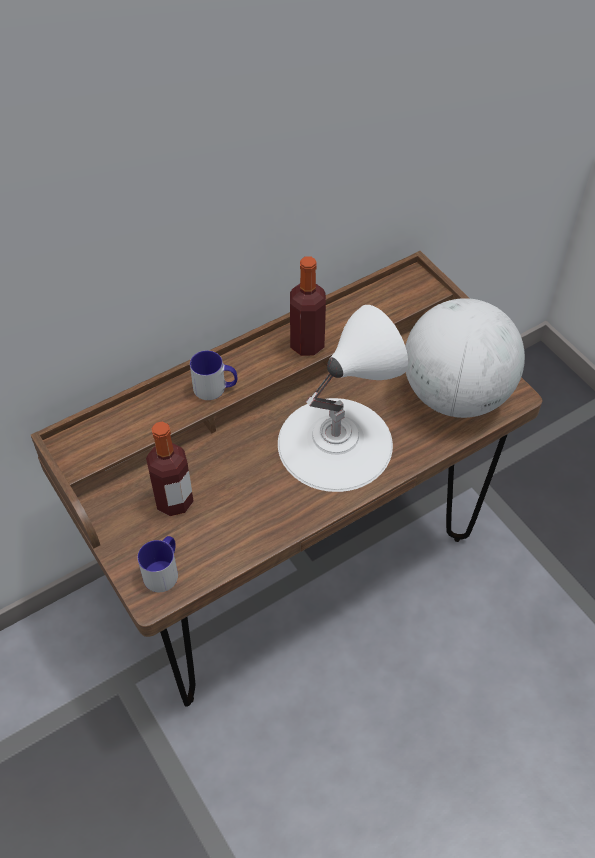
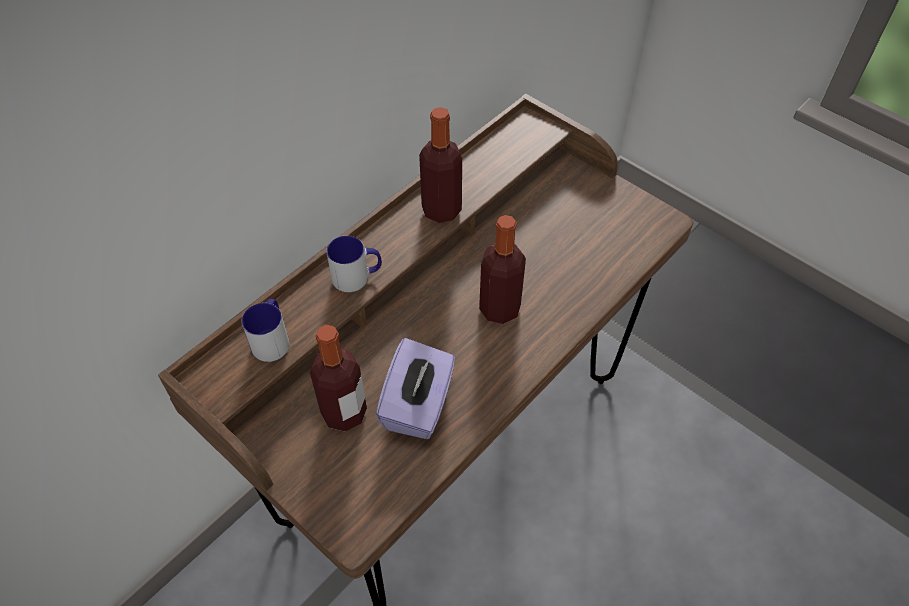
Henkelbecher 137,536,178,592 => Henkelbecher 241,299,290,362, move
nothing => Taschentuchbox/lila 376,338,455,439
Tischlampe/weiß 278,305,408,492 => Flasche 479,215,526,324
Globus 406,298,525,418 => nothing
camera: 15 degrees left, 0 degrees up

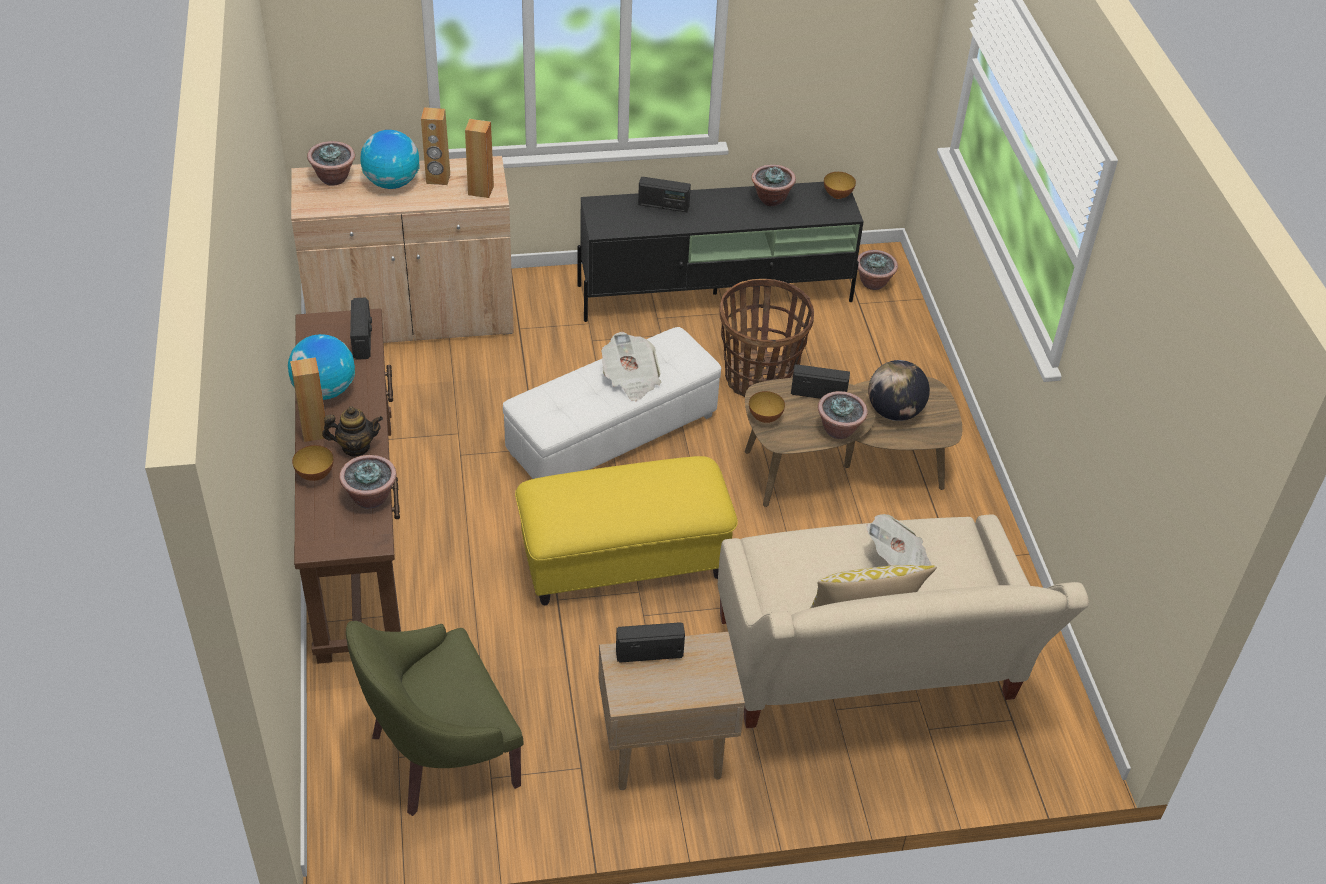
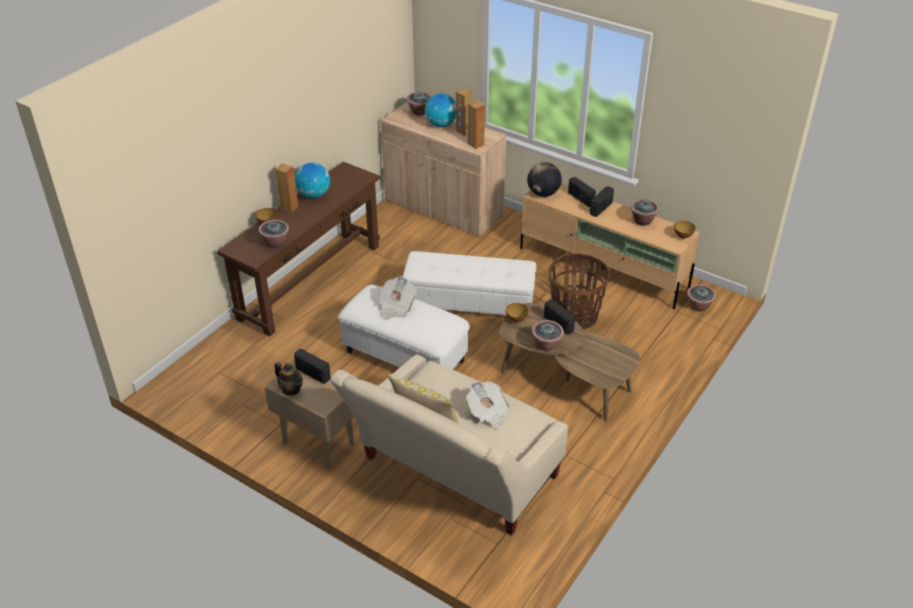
Teekanne 322,407,383,456 => Teekanne 274,362,303,395, move
Polsterhocker/gelb 515,456,738,605 => Polsterhocker/weiß 338,285,470,369
Zeitung 602,332,662,401 => Zeitung 378,276,417,319, move
Fernsehschrank/schwarz 577,182,864,322 => Fernsehschrank/beige 520,183,700,309
Globus 868,360,930,421 => Globus 527,162,562,197, move
Radio 350,297,372,360 => Radio 590,186,614,217, move
Sessel/grün 346,621,524,816 => nothing
camera: 45 degrees right, 5 degrees down

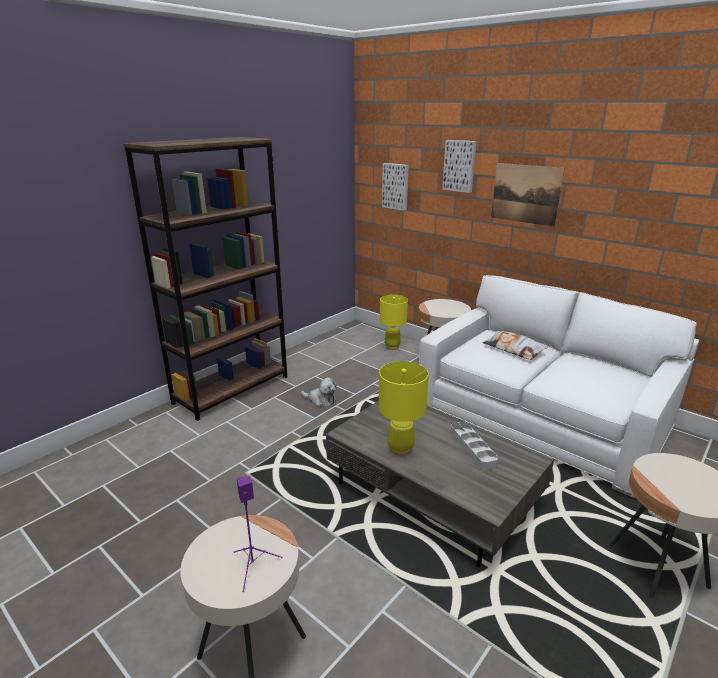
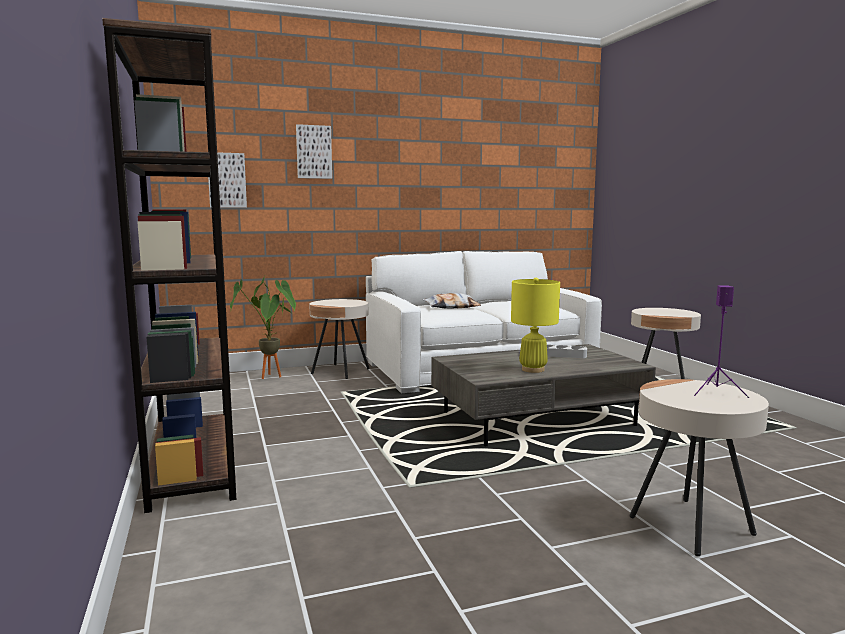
Tischlampe/gelb 380,295,408,350 => Topfpflanze 230,276,296,379
Plüschtier 301,377,336,407 => nothing
Bild 491,163,565,227 => nothing
camera: 60 degrees left, 15 degrees down

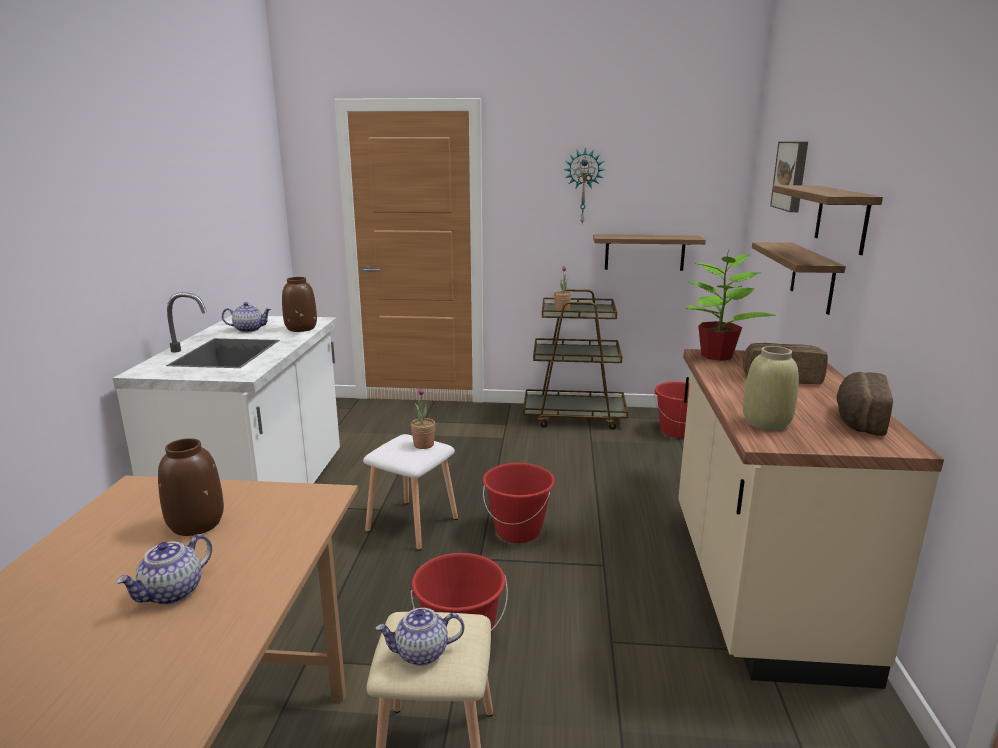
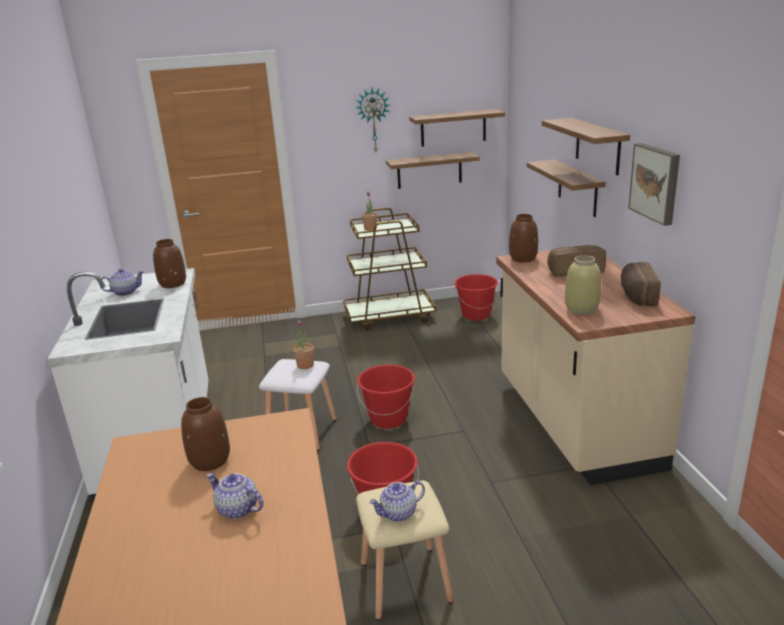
Teekanne 116,534,212,605 => Teekanne 207,473,263,519, 105 degrees clockwise
nothing => Wandregal 409,109,505,147
Topfpflanze 685,247,776,361 => Vase/braun 509,214,538,262
Bild 770,142,808,212 => Bild 628,143,680,226, move
camera: 15 degrees left, 5 degrees up

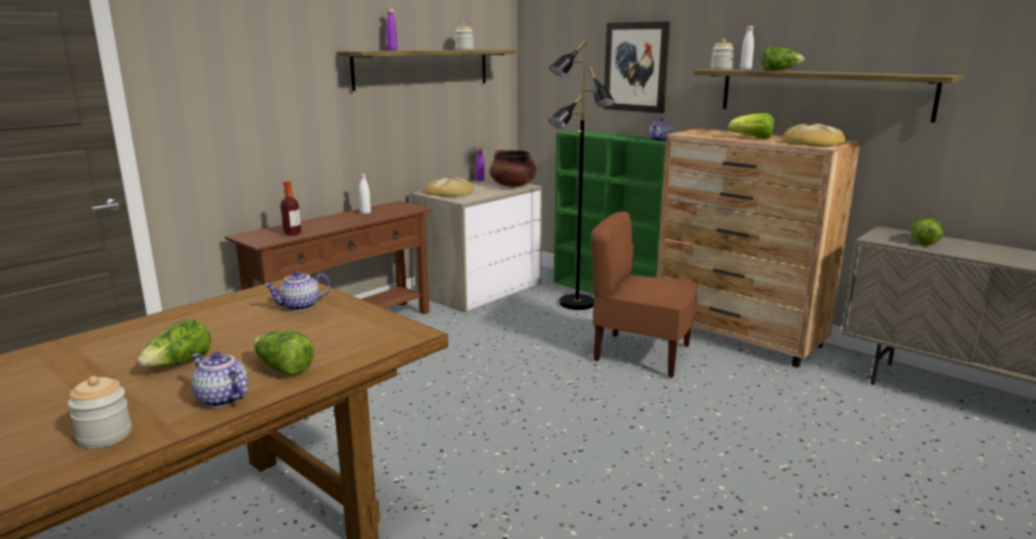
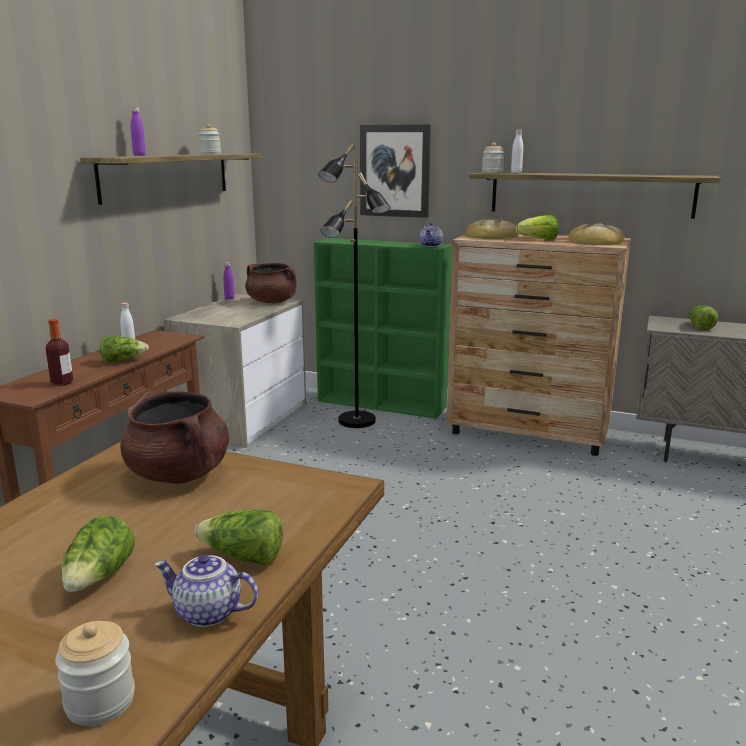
Salatkopf 761,47,804,71 => Salatkopf 100,336,149,363, move
Teekanne 264,270,331,311 => Kochtopf/braun 120,391,229,484
Brot 426,178,474,196 => Brot 466,219,519,239, move
Stuhl/braun 591,211,698,378 => nothing
camera: 20 degrees left, 0 degrees up

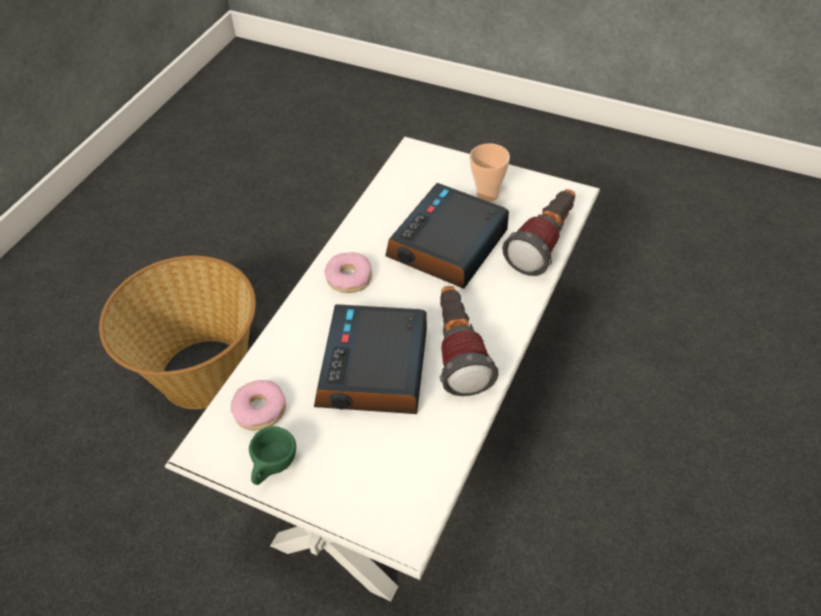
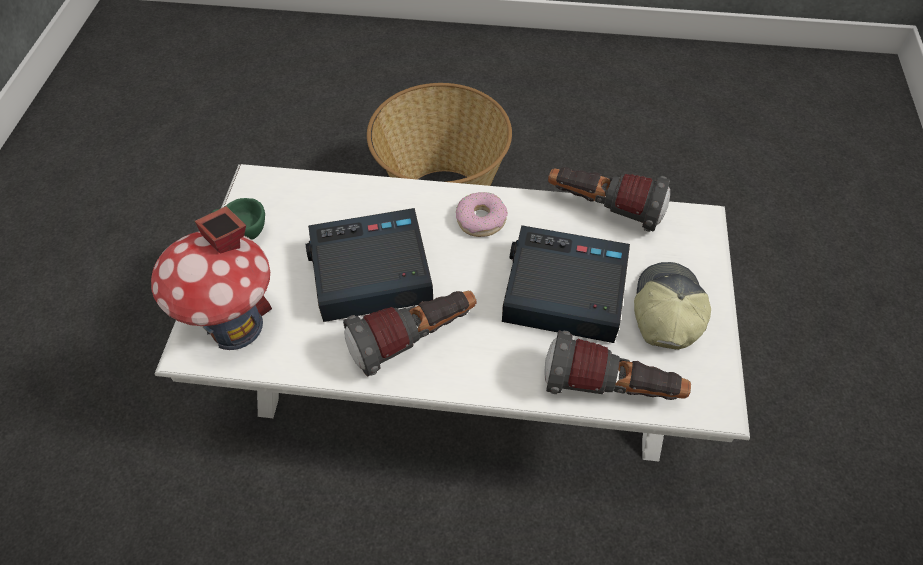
nothing => Spielzeughaus 151,206,272,350
nothing => Taschenlampe 548,167,670,232
Tasse 470,143,510,202 => Kappe 634,262,711,350
Donut 231,380,286,431 => nothing
camera: 70 degrees right, 5 degrees up

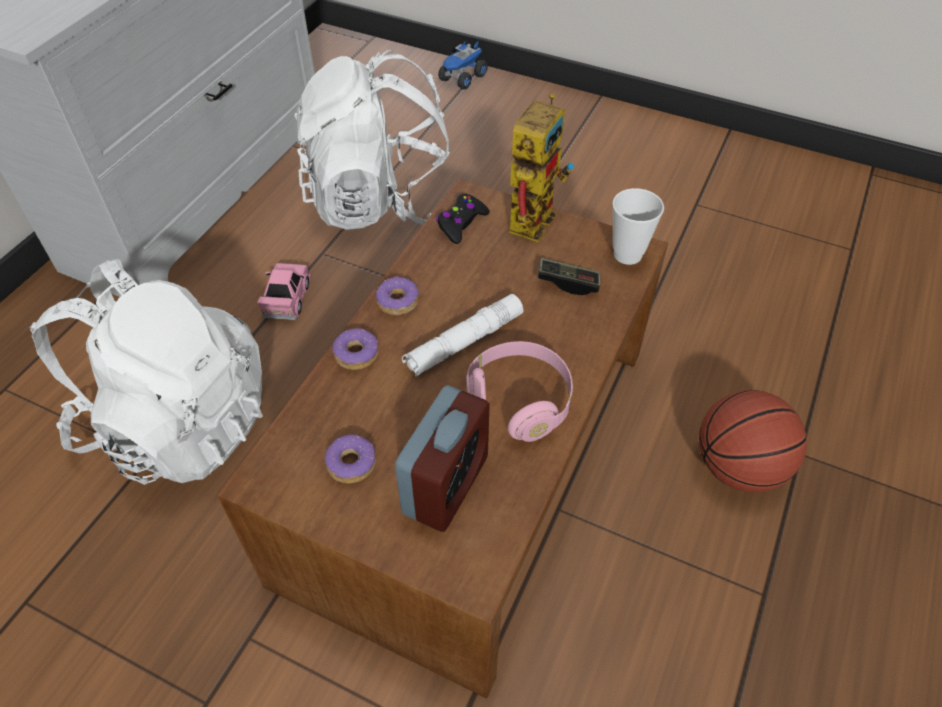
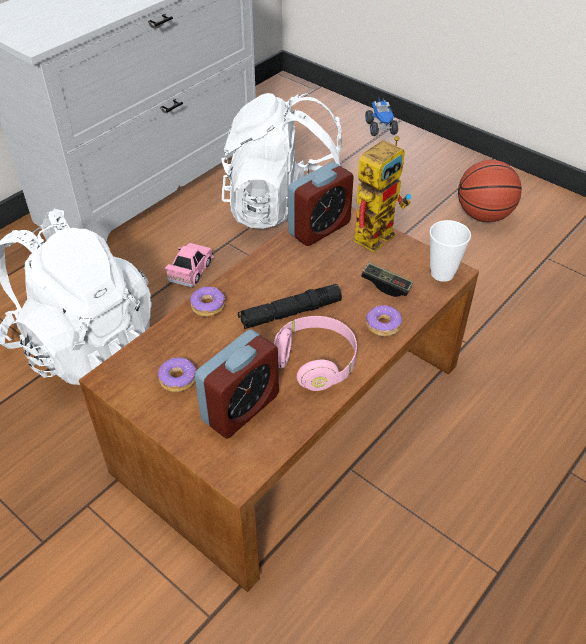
Taschenlampe/weiß 402,294,524,377 => Taschenlampe/schwarz 238,284,342,329
Gamepad/schwarz 436,193,490,244 => Wecker 288,162,354,246
Spielzeuglaster 438,40,488,89 => Spielzeuglaster 365,97,398,136, 60 degrees counterclockwise
Donut 375,276,419,316 => Donut 366,305,402,336, move
Basketball 699,390,807,492 => Basketball 458,160,522,222, move
camera: 15 degrees right, 5 degrees down

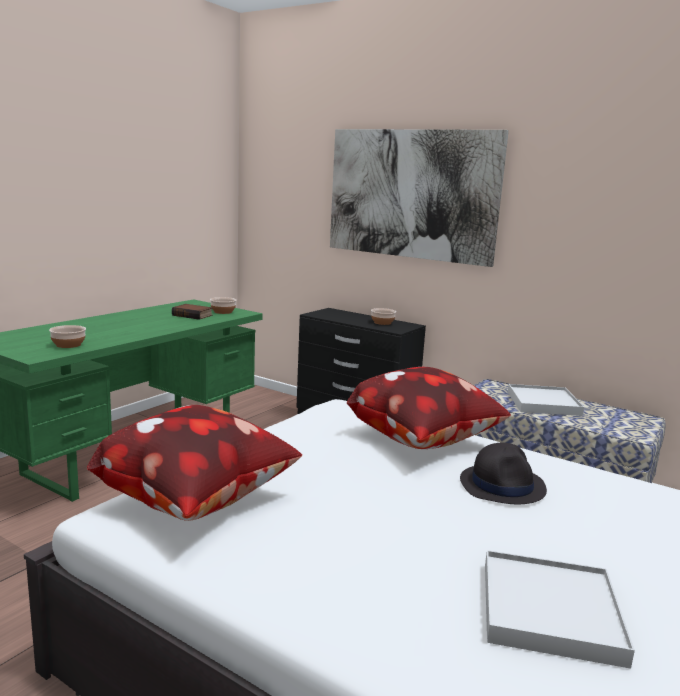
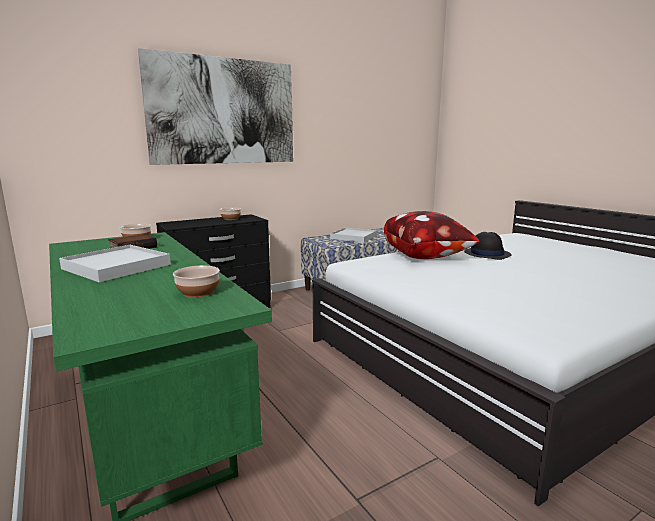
Tablett/weiß 485,550,635,669 => Tablett/weiß 59,245,171,282, move
Kissen 87,405,302,521 => nothing
camera: 65 degrees left, 0 degrees up

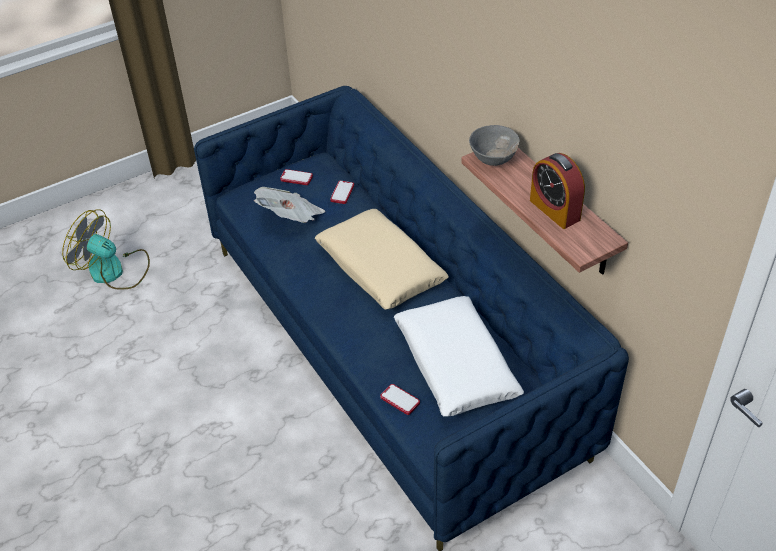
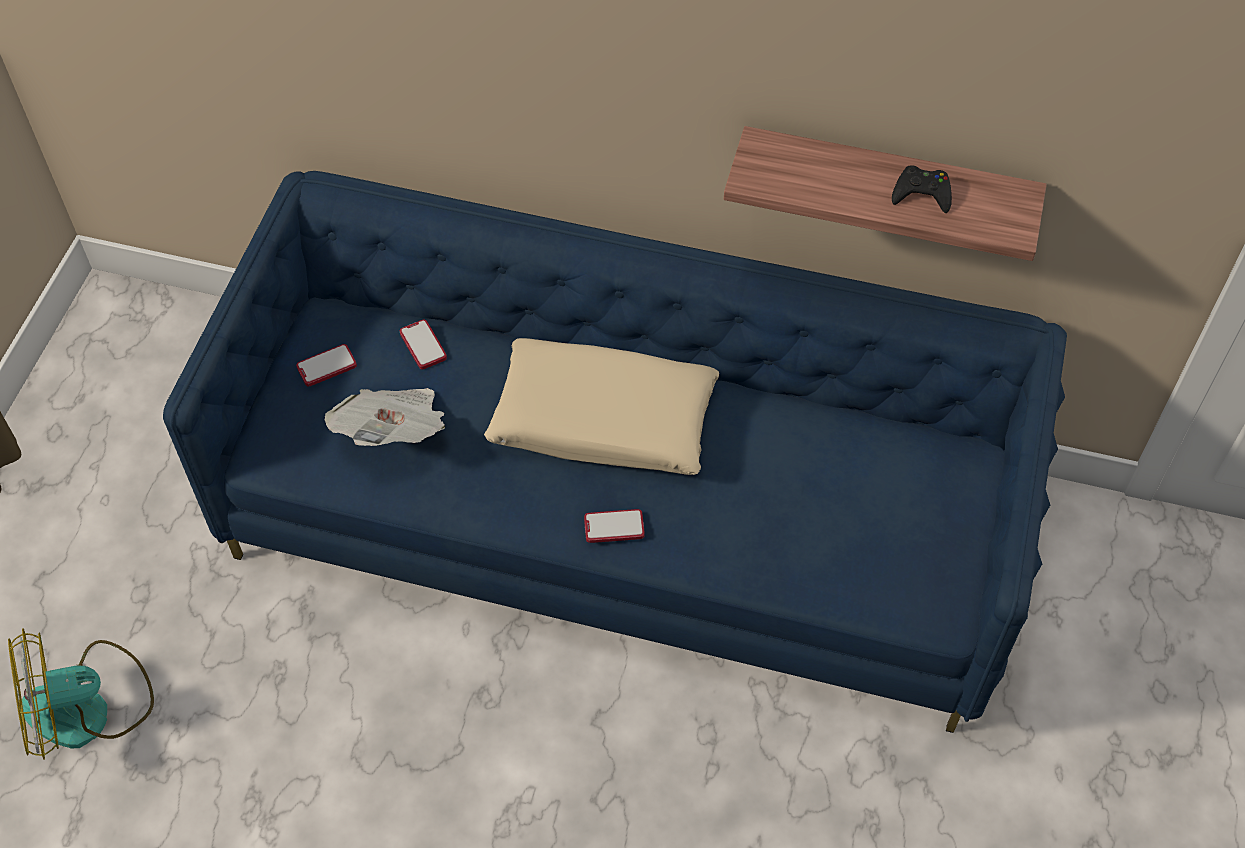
Handy 380,384,420,415 => Handy 584,509,644,543, move
Wecker 530,153,585,229 => Gamepad/schwarz 892,166,952,213
Kissen/weiß 394,296,524,416 => nothing
Schüssel/grau 469,125,520,166 => nothing
camera: 45 degrees left, 10 degrees up

